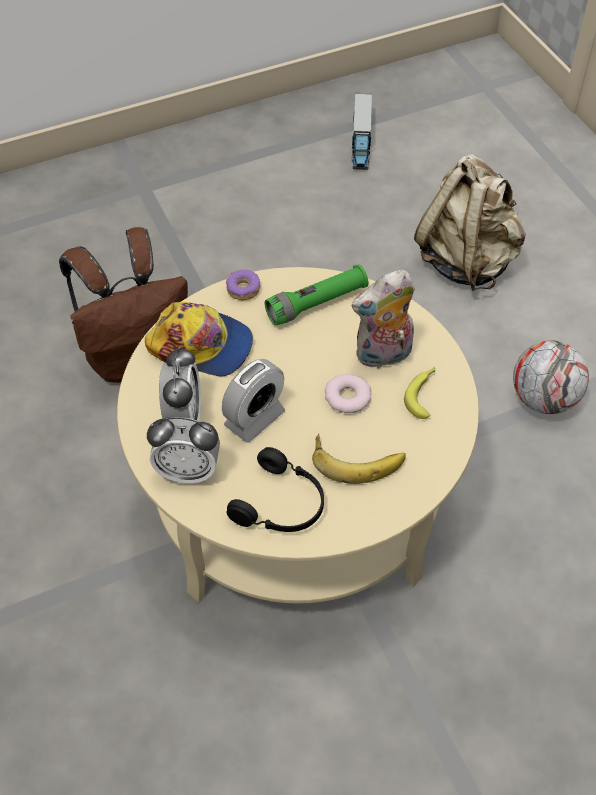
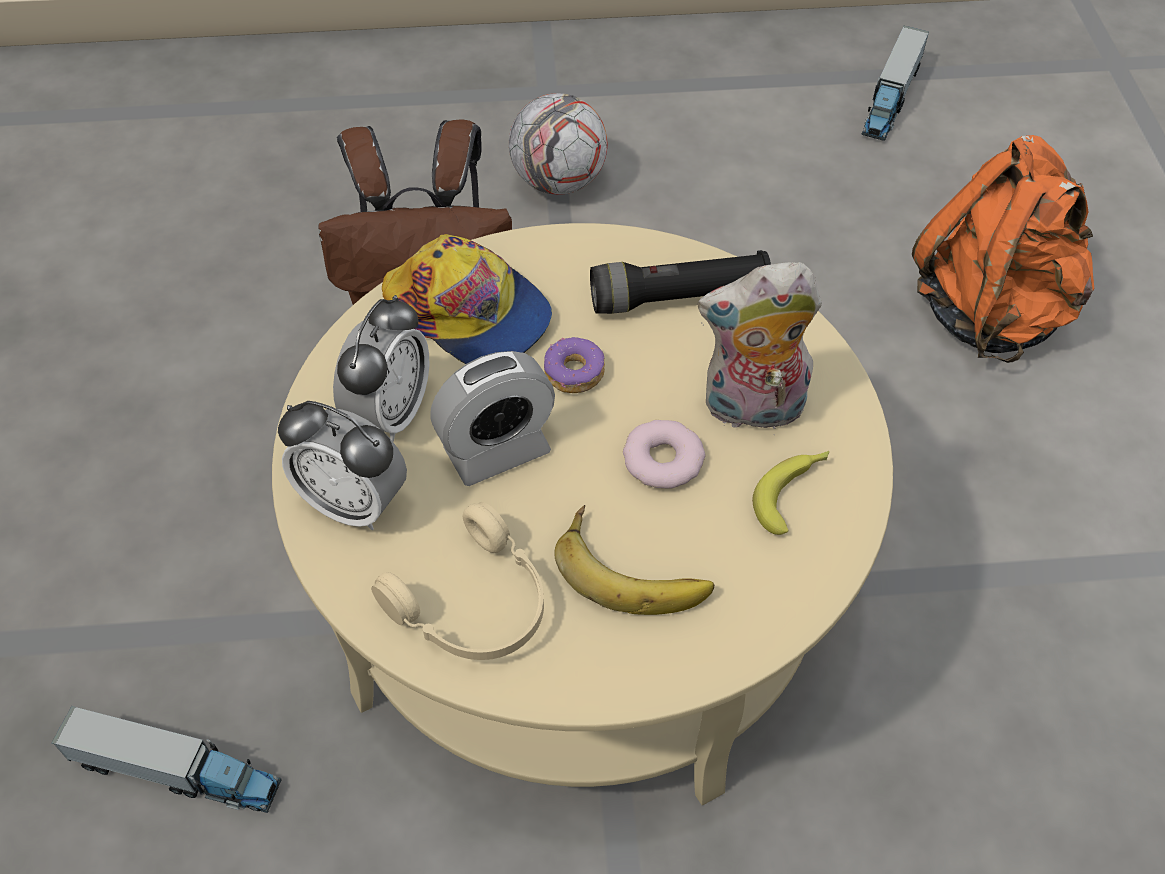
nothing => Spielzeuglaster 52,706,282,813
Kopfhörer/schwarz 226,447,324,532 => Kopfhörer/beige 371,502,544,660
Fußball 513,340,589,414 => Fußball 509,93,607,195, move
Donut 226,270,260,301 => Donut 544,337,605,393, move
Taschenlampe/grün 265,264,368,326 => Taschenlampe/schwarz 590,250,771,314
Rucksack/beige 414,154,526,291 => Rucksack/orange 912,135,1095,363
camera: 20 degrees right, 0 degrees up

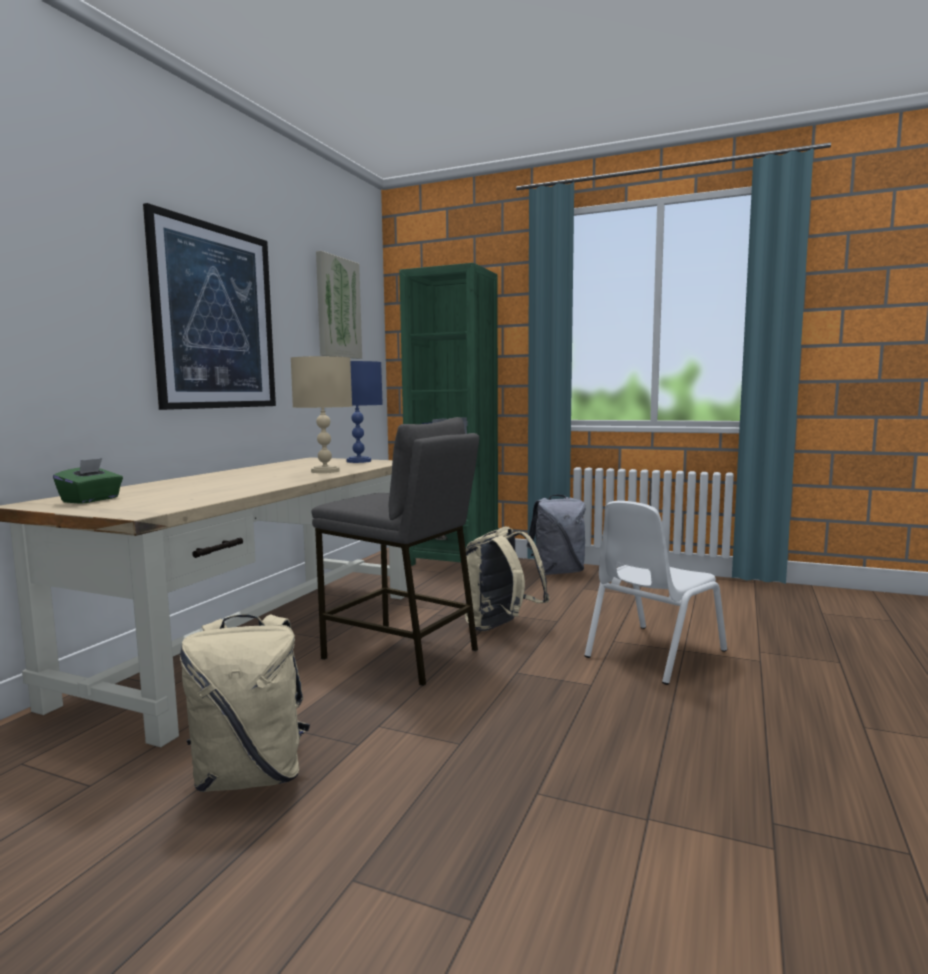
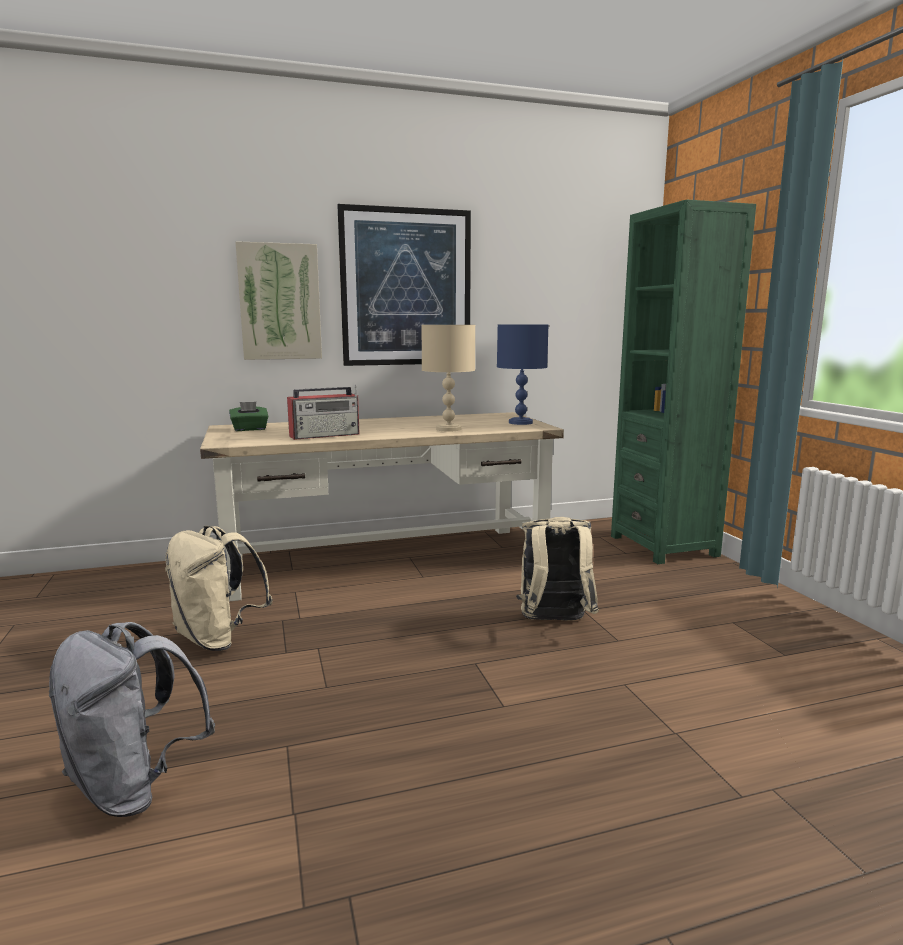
Rucksack/grau 527,494,585,575 => Rucksack/grau 49,622,215,817, move
Bild 316,251,362,359 => Bild 235,241,322,360, move
nothing => Radio 287,385,360,440
Hocker/grau 311,417,479,686 => nothing
Stuhl/weiß 584,501,727,685 => nothing
camera: 50 degrees right, 5 degrees up

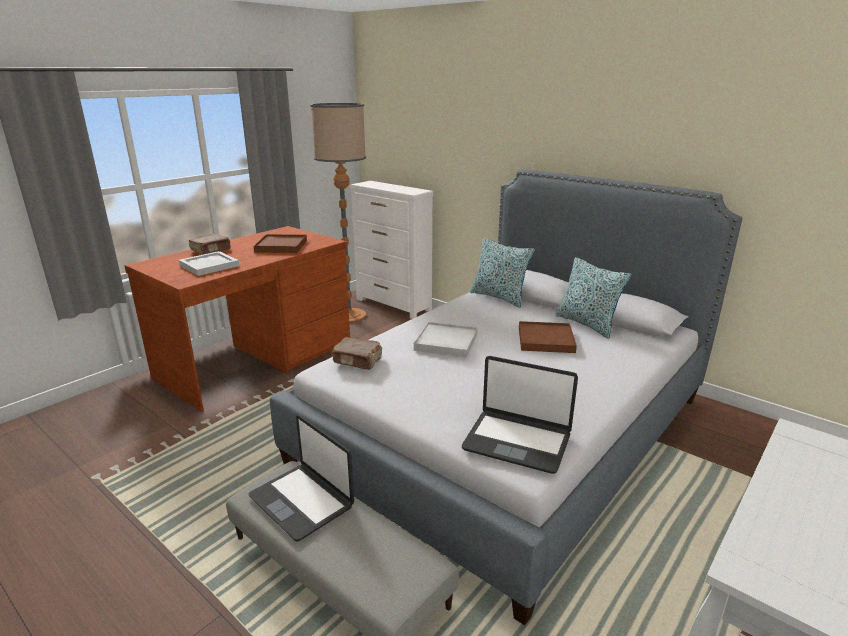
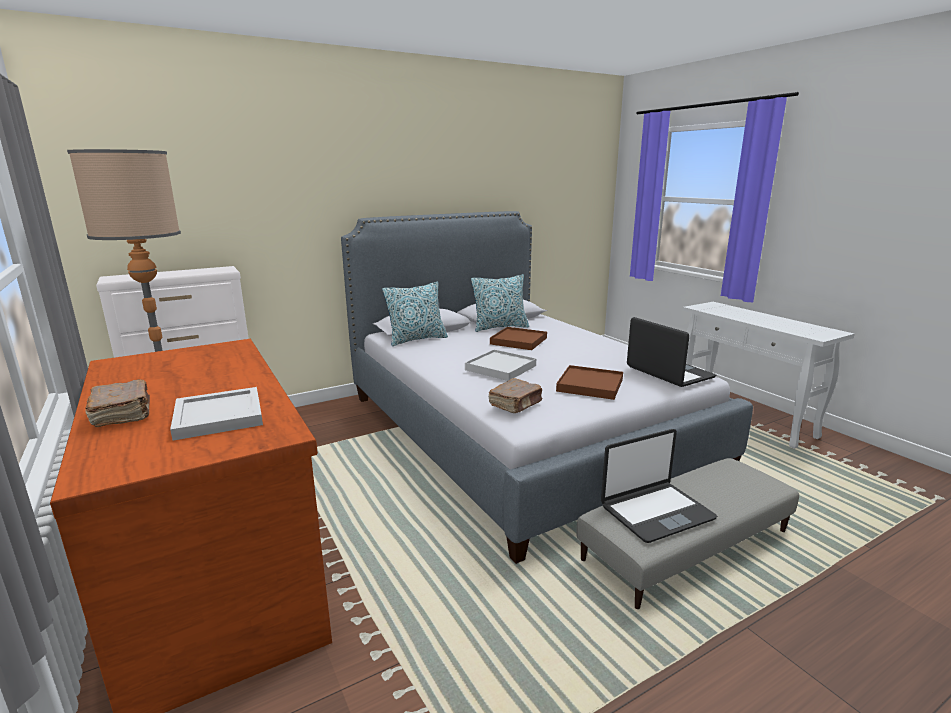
Tablett/braun 254,234,307,253 => Tablett/braun 556,365,623,400, move
Laptop 462,356,578,474 => Laptop 627,317,716,387, 75 degrees counterclockwise
camera: 70 degrees left, 5 degrees down

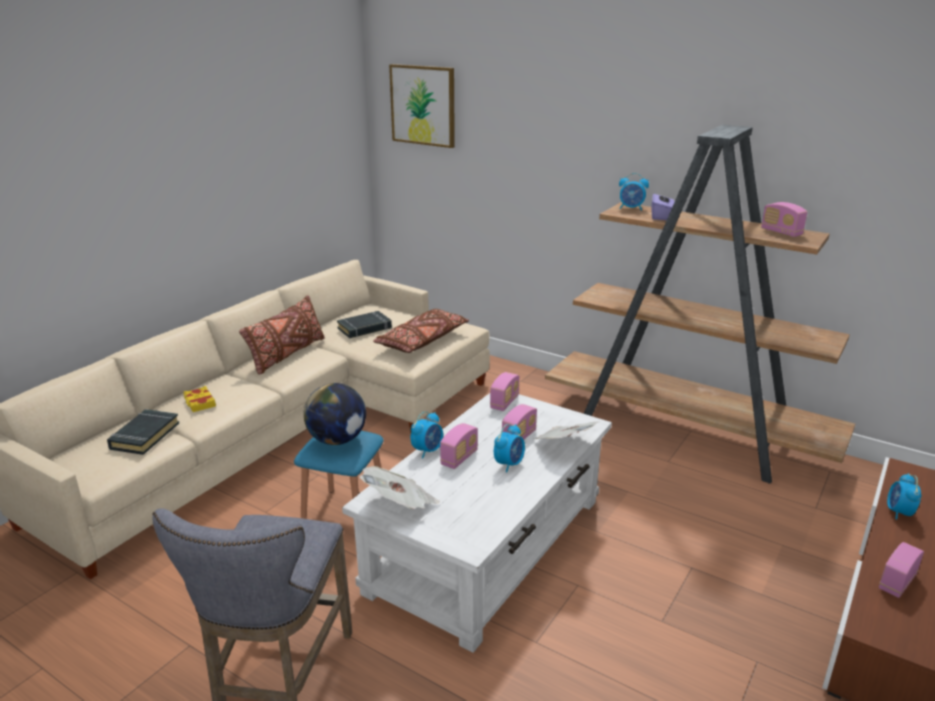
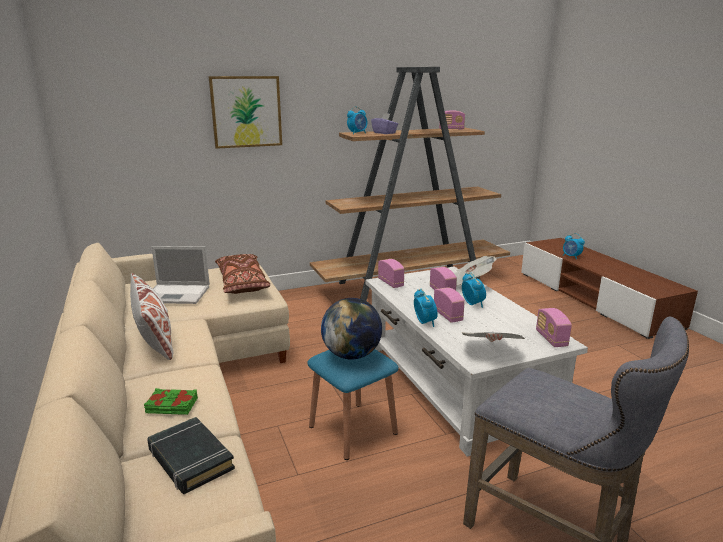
Kissen/braun 239,295,325,375 => Kissen/weiß 130,273,173,360
Buch/gelb 184,386,216,412 => Buch/grün 144,388,198,415
Buch/schwarz 337,311,392,338 => Laptop 151,246,210,304
Bild 389,64,455,148 => Bild 208,76,282,149, move
Radio 879,542,924,598 => Radio 536,308,572,347, move
camera: 55 degrees left, 5 degrees down

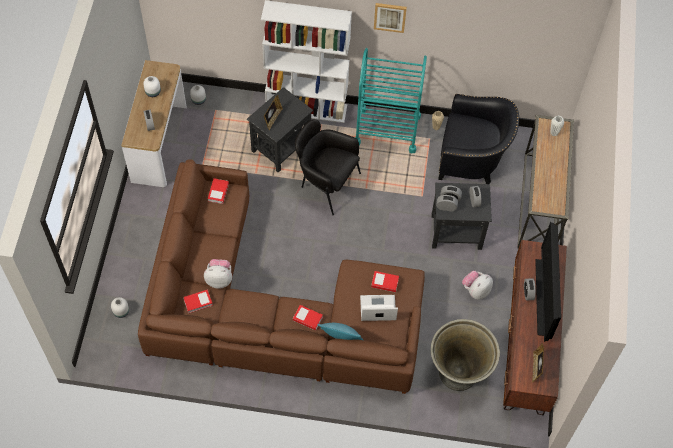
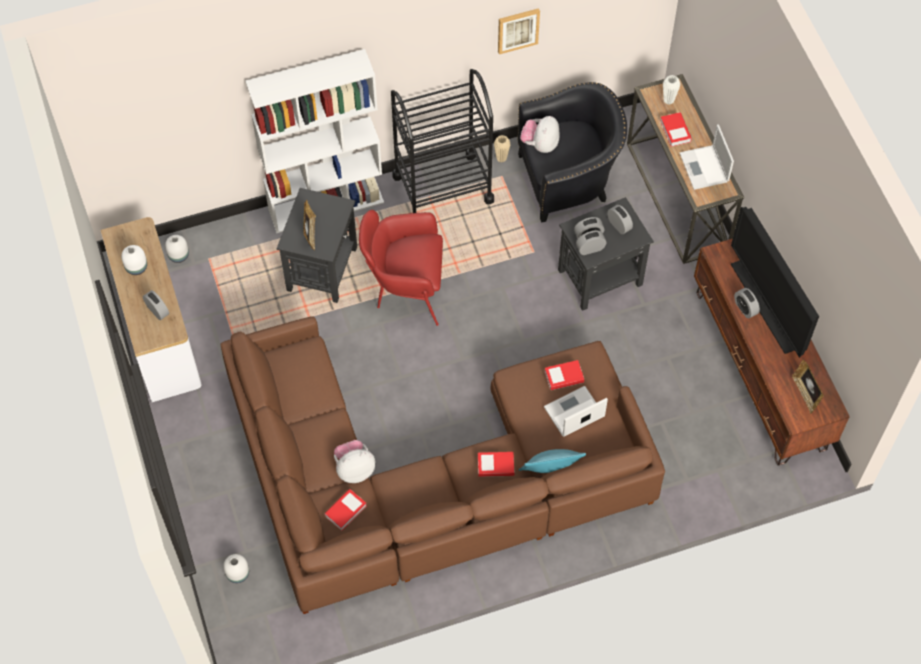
Sessel/schwarz 295,119,361,215 => Sessel/rot 359,210,443,326
Rollwagen/türkis 355,48,427,153 => Rollwagen/schwarz 391,69,494,213
Bild 374,3,407,33 => Bild 498,8,540,54, move
Plüschtier 462,271,493,300 => Plüschtier 520,116,560,153, move
Buch 208,178,229,204 => Buch 660,112,692,147, move
nothing => Laptop 680,125,734,190
Pflanzkübel/grau 431,319,500,391 => nothing
camera: 25 degrees left, 0 degrees up

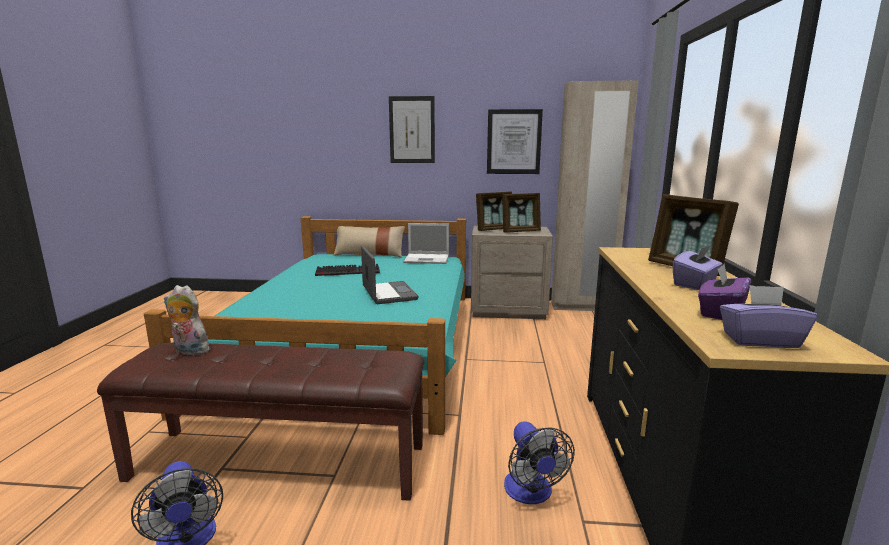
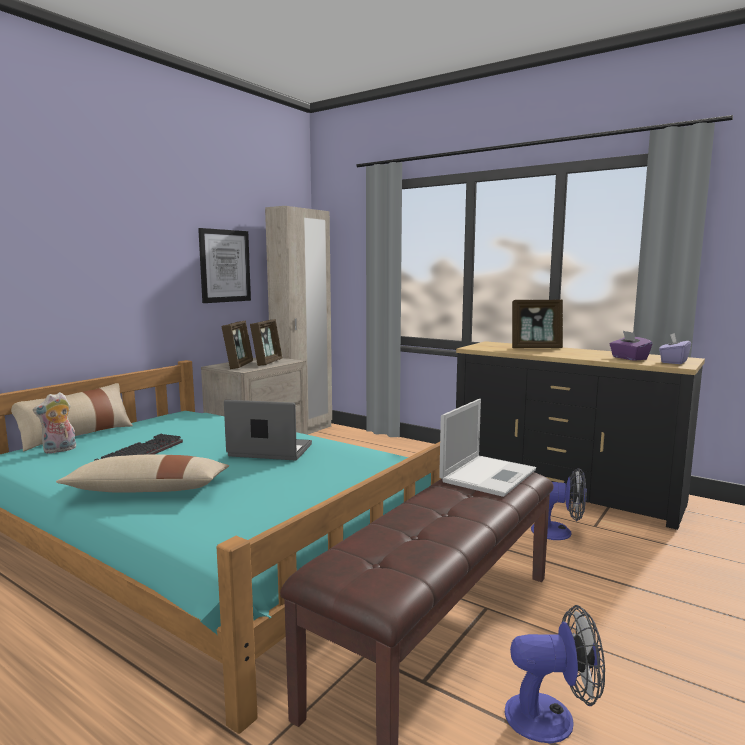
Plüschtier 164,285,210,356 => Plüschtier 33,392,76,454, move
nothing => Kissen/beige 56,454,229,493
Laptop 403,223,449,264 => Laptop 439,399,536,497, move
Bild 389,96,435,163 => nothing
Taschentuchbox/lila 673,245,723,290 => nothing
camera: 60 degrees left, 5 degrees down

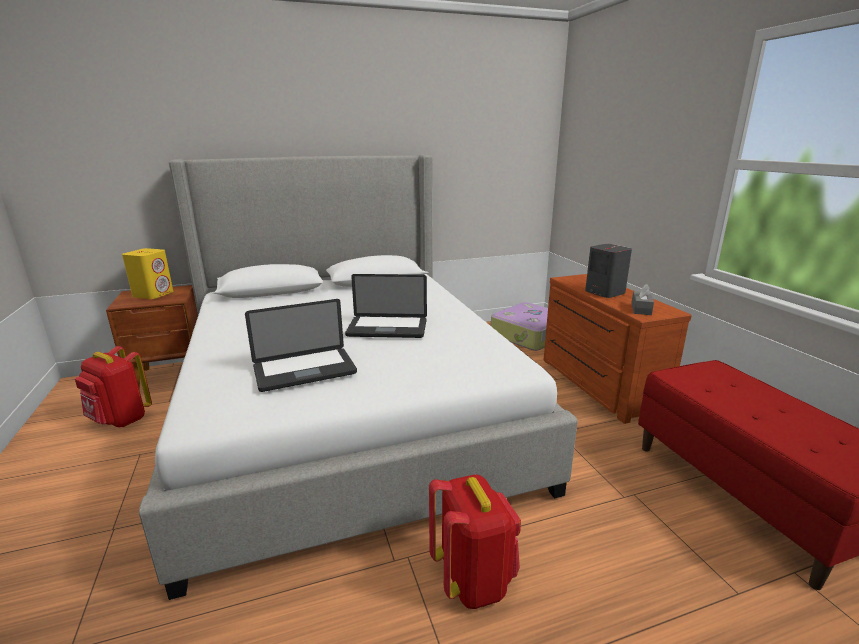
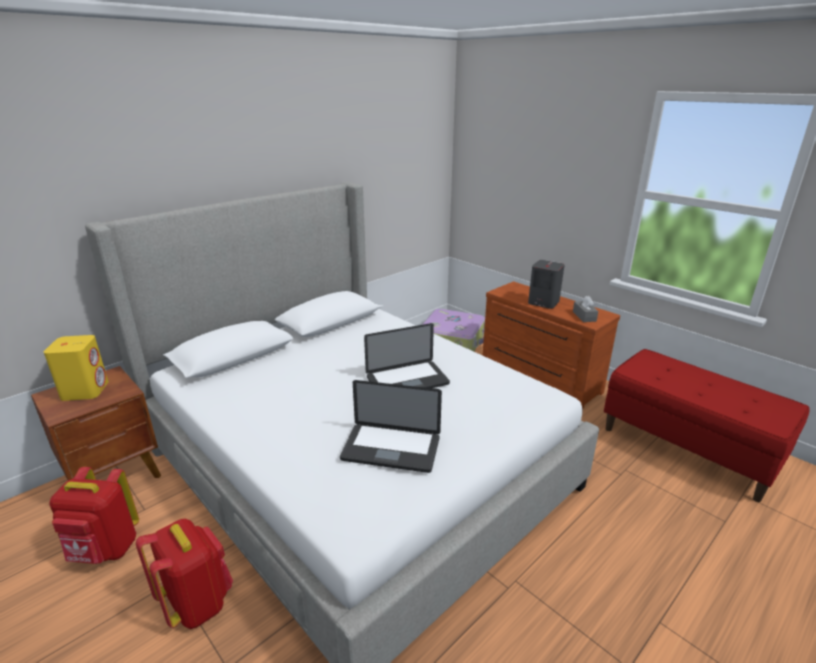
Rucksack/rot 429,474,521,609 => Rucksack/rot 136,519,233,629, move
Laptop 245,299,357,392 => Laptop 340,380,442,473, 60 degrees clockwise
camera: 25 degrees left, 5 degrees up

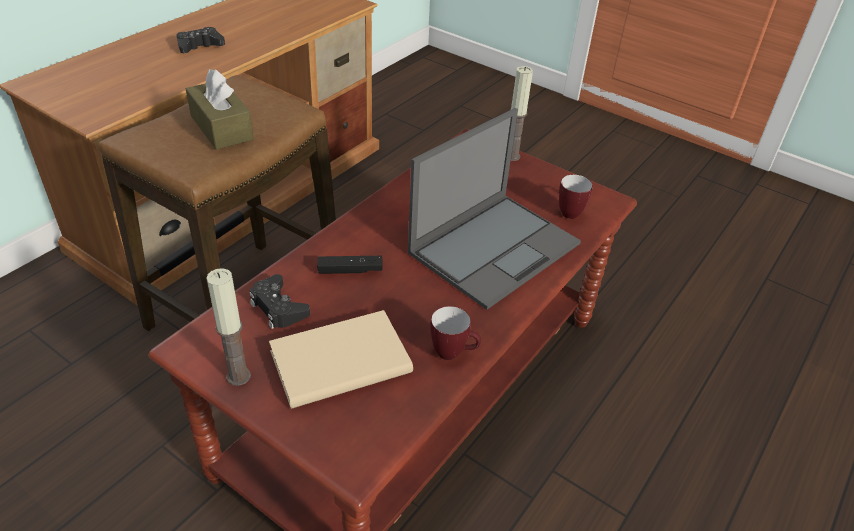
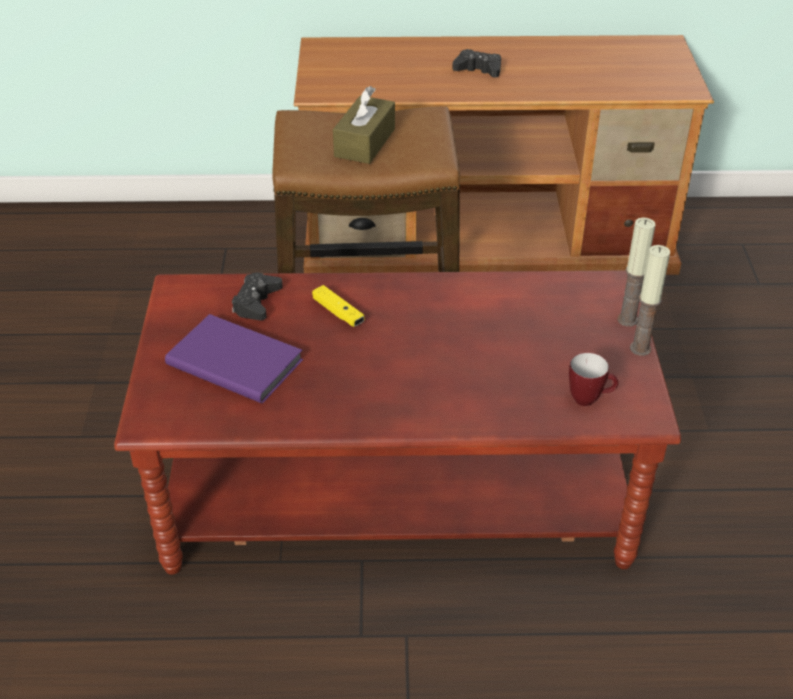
Buch/beige 269,310,413,409 => Buch/lila 165,314,303,403
Gamepad/schwarz 317,256,383,274 => Gamepad/gelb 312,285,365,327
Kerze 206,268,251,386 => Kerze 630,245,670,356, move
Laptop 408,108,581,310 => nothing
Henkelbecher 430,306,481,360 => nothing
camera: 55 degrees right, 0 degrees up

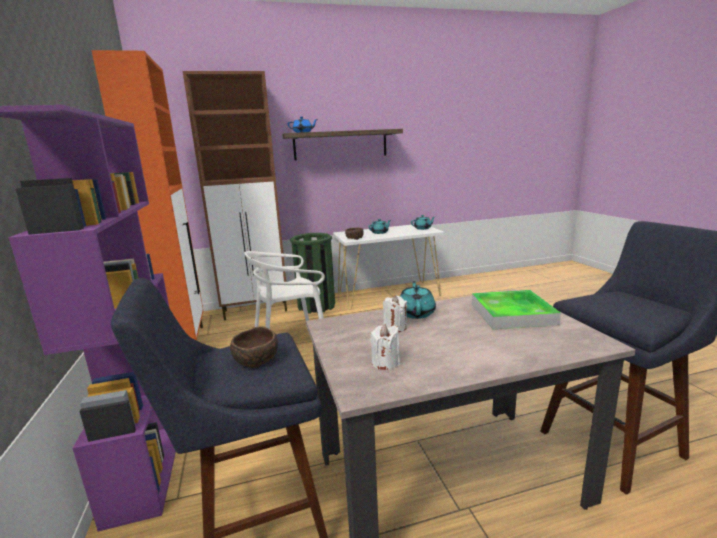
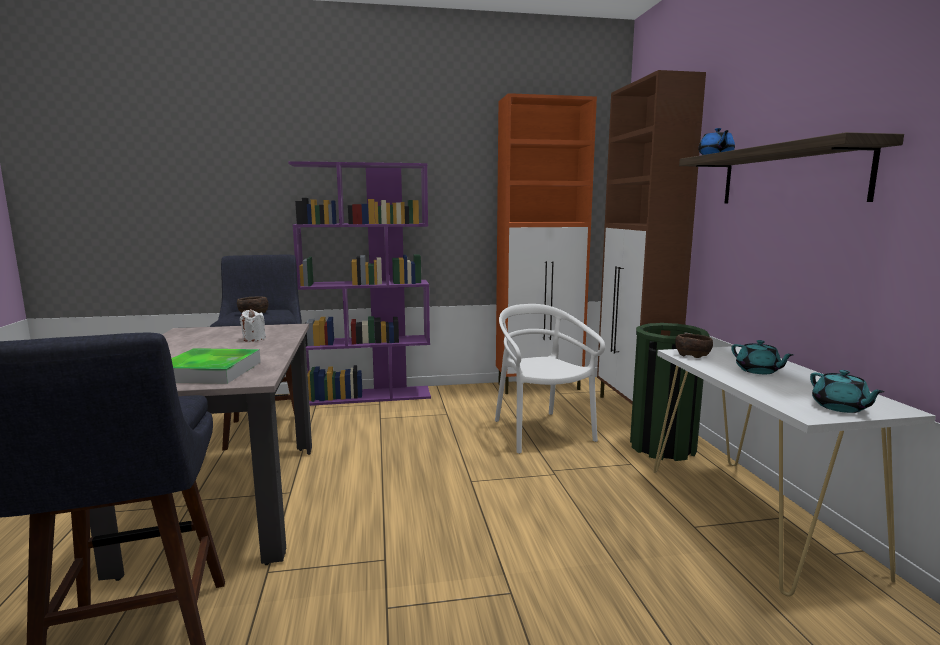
Kerze/weiß 370,324,400,370 => nothing
Teekanne/türkis 400,281,436,319 => nothing
camera: 95 degrees right, 5 degrees down

